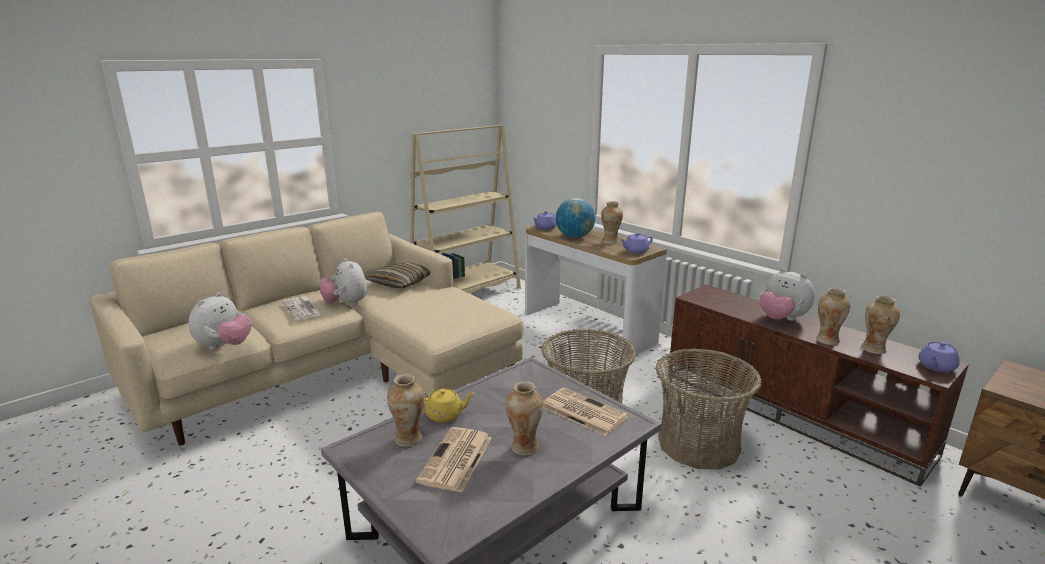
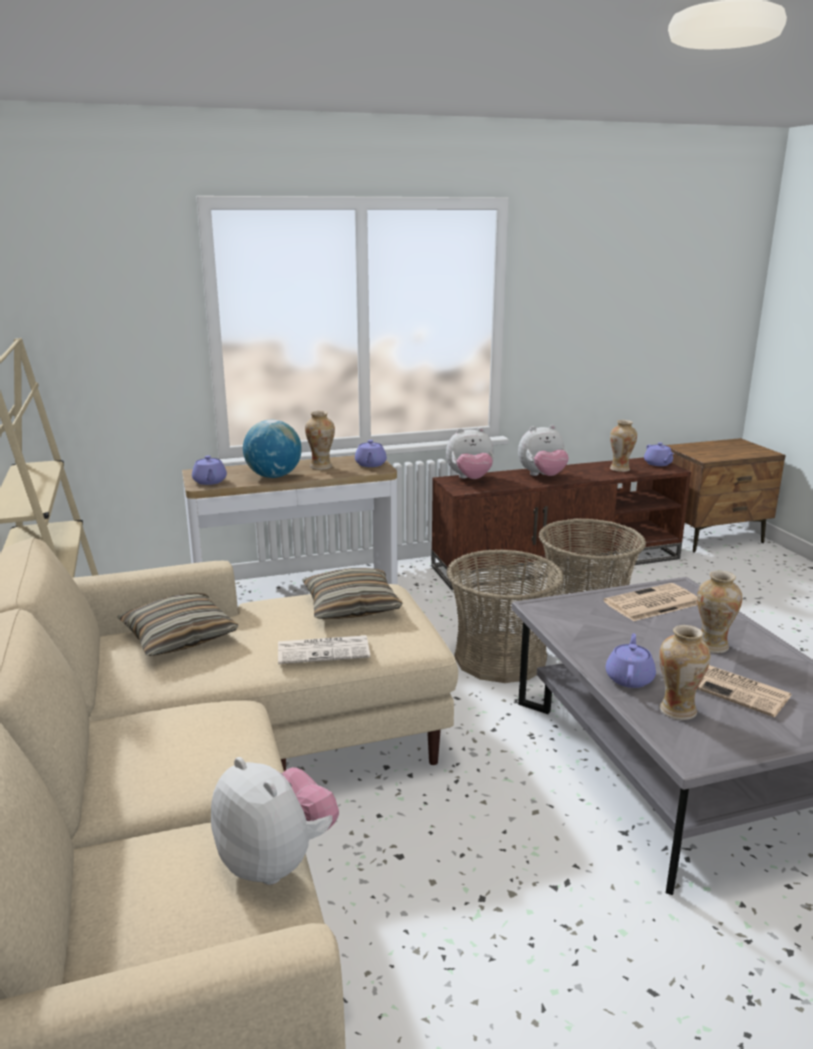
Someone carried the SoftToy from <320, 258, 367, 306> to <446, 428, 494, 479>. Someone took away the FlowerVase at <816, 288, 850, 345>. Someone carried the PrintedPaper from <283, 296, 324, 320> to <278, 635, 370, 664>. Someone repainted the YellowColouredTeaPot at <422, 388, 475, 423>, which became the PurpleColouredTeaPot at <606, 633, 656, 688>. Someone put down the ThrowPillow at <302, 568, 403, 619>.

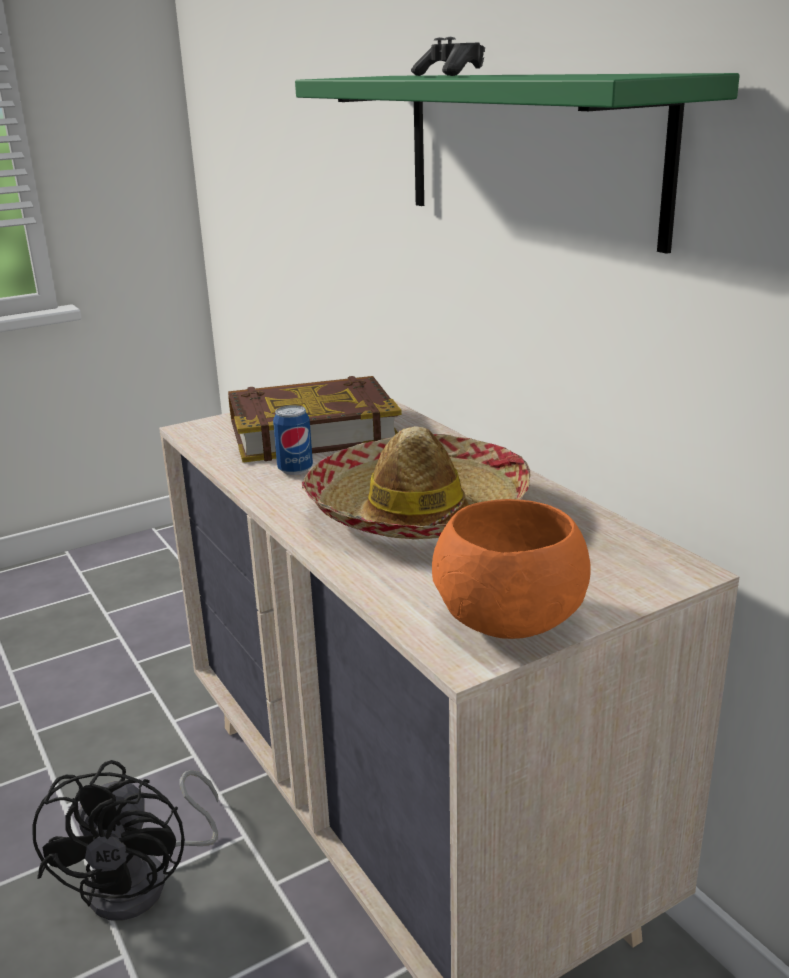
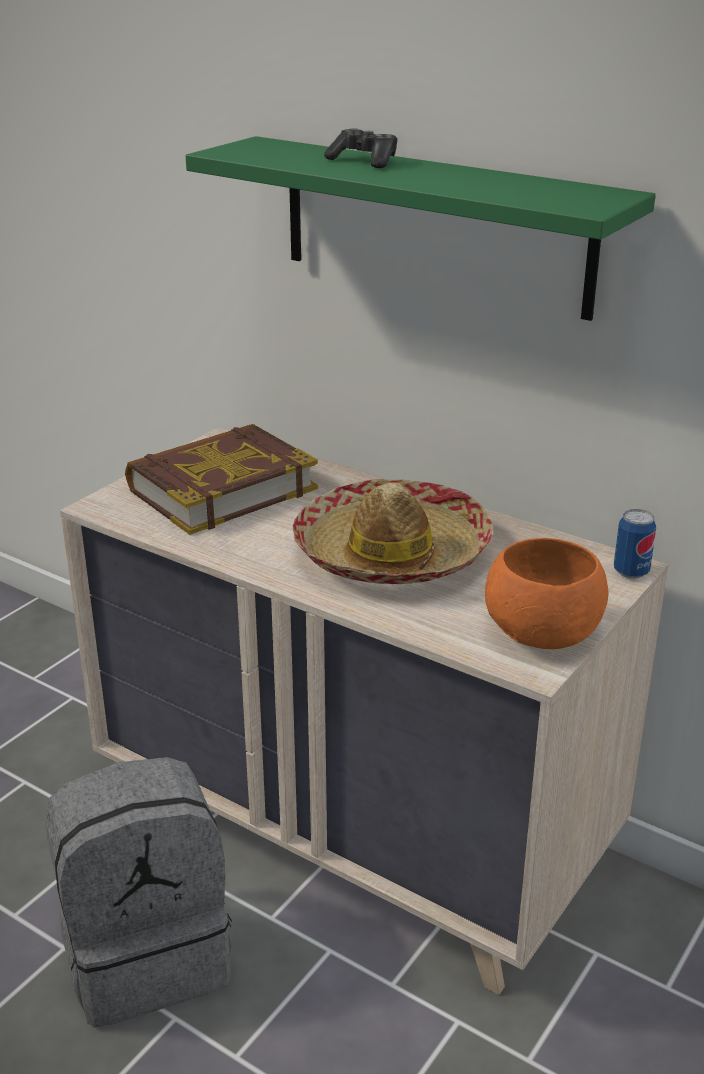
Someone carried the MetalCan from <273, 405, 313, 475> to <614, 509, 656, 579>. Someone swapped the BlackColouredCoolingFan at <32, 760, 218, 920> for the GreyBackpack at <45, 757, 232, 1028>.

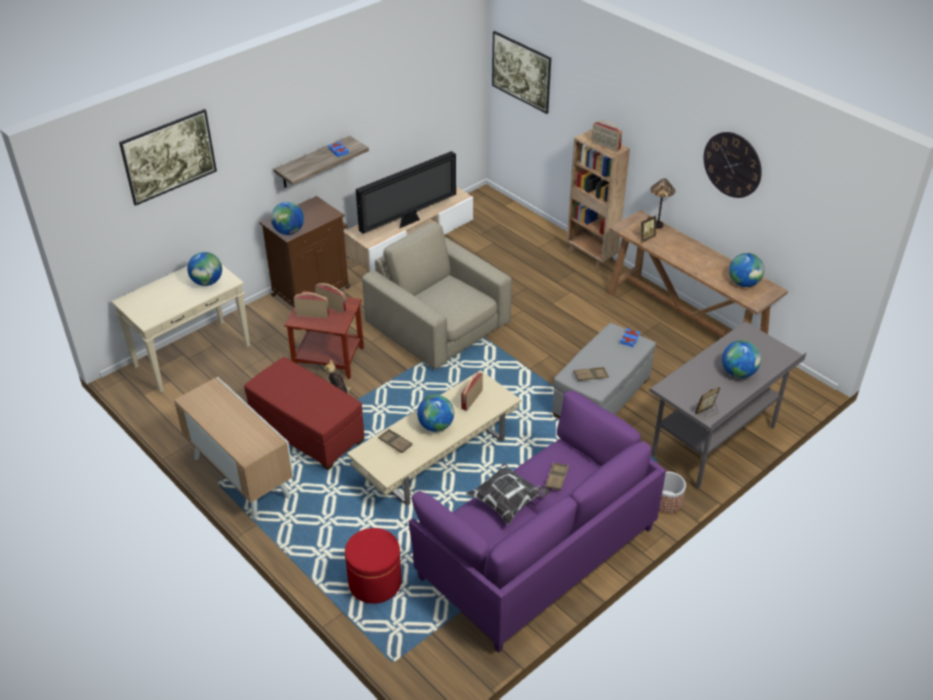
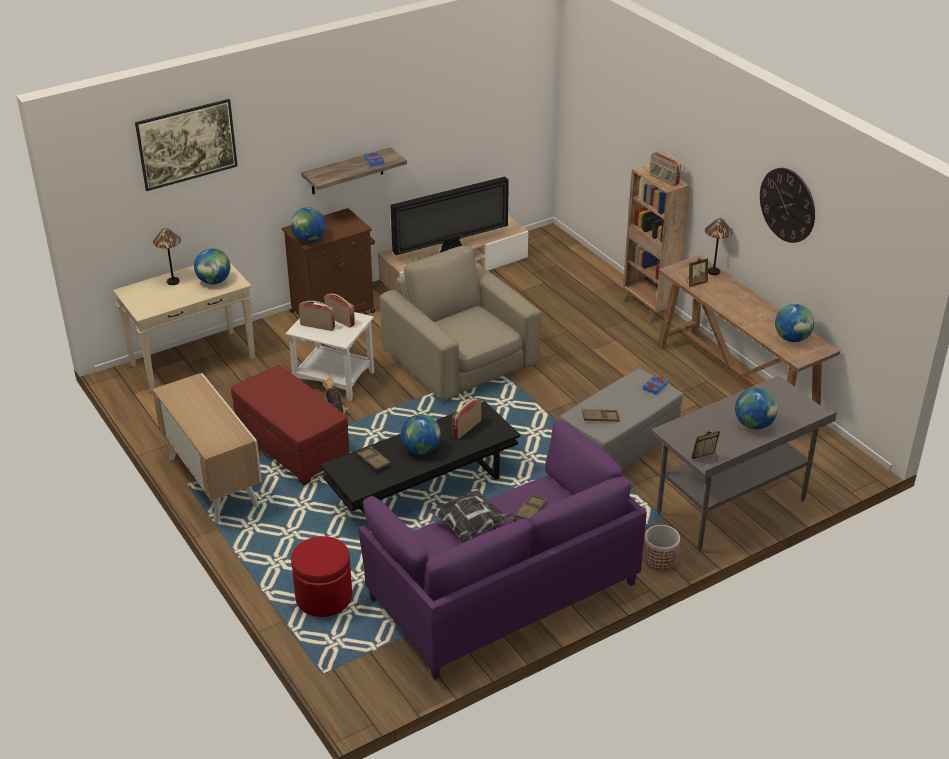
Someone took away the WallArt at <492, 31, 551, 114>. Someone repainted the BrownColouredEndTable at <284, 291, 364, 379>, which became the WhitishEndTable at <286, 302, 374, 401>. Someone repainted the BeigeColouredLoungeTable at <347, 370, 521, 506>, which became the BlackColouredLoungeTable at <321, 401, 520, 514>. Someone put down the TabletopLamp at <153, 228, 181, 285>.

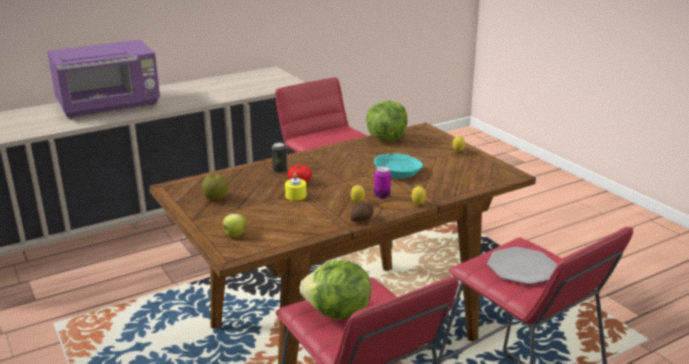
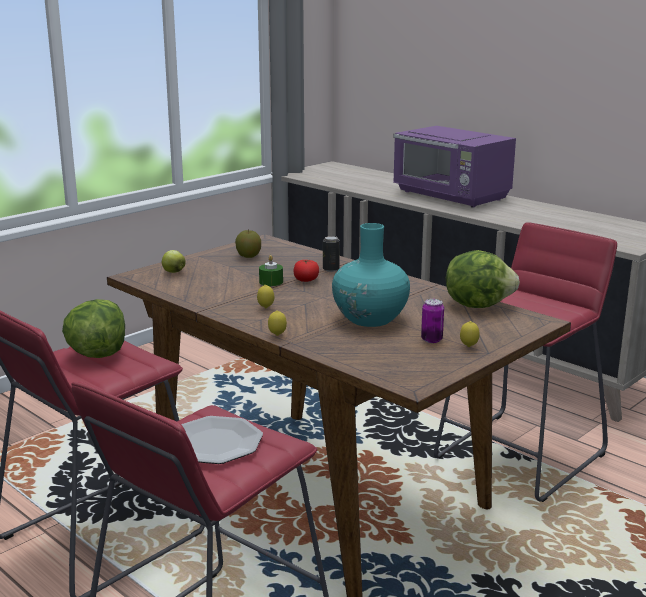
Someone swapped the TurquoiseColouredDeepDish at <374, 153, 423, 178> for the TurquoiseColouredFlowerVase at <332, 223, 410, 327>. Someone carried the MetalCan from <374, 166, 391, 200> to <421, 299, 444, 343>. Someone repainted the YellowColouredCandle at <285, 173, 306, 201>, which became the GreenishCandle at <259, 255, 283, 286>. Someone took away the Potato at <350, 202, 374, 222>.

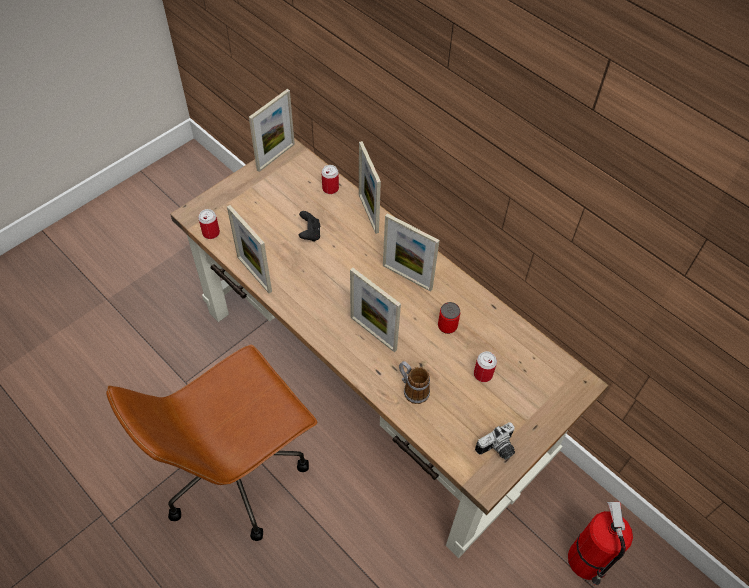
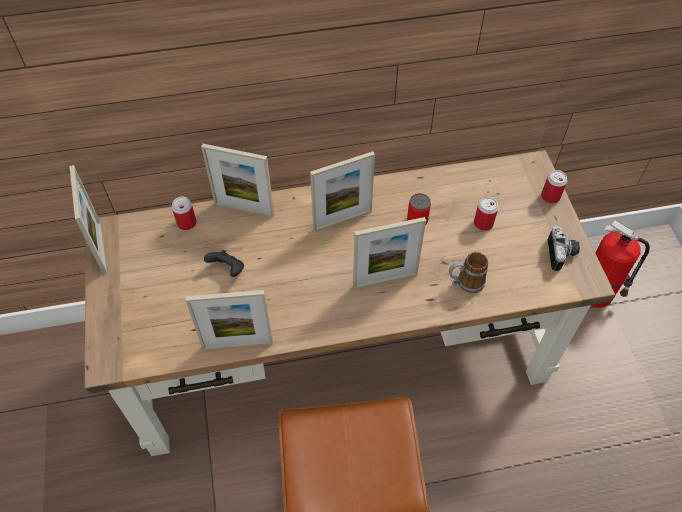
Someone carried the MetalCan from <198, 209, 220, 239> to <541, 170, 567, 204>.

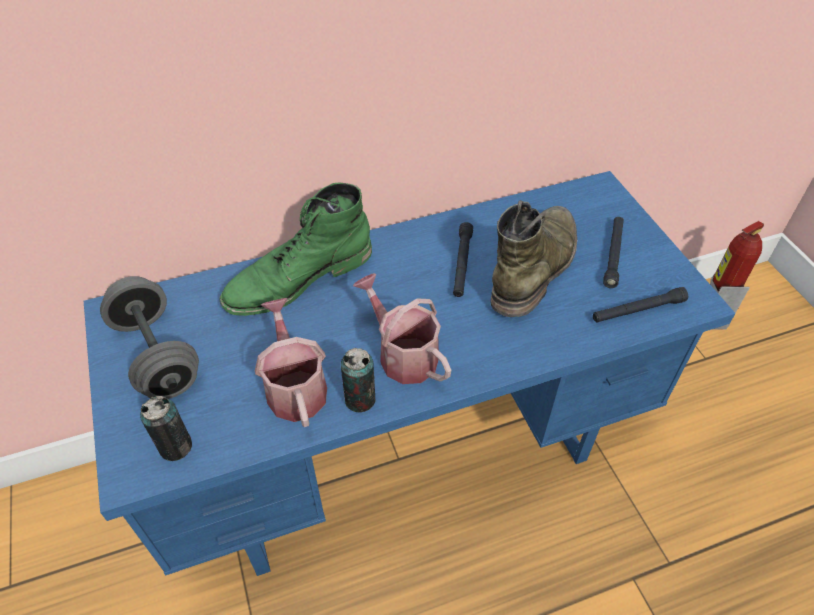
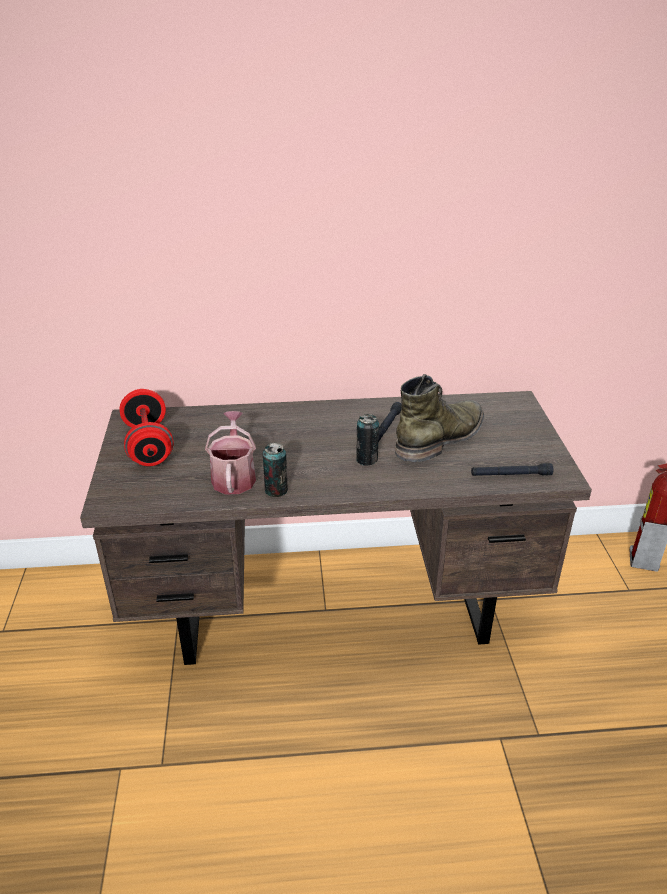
Someone repainted the BlueColouredDesk at <84, 171, 735, 576>, which became the BrownColouredDesk at <80, 391, 592, 665>. Someone took away the GreenishBoot at <219, 183, 372, 316>. Someone took away the BlackColouredFlashlight at <603, 217, 624, 288>. Someone took away the WateringPot at <353, 273, 451, 384>. Someone repainted the GreyFreeWeight at <100, 276, 199, 399>, which became the RedColouredFreeWeight at <119, 389, 173, 466>. Someone carried the MetalCan from <140, 396, 192, 461> to <356, 414, 379, 466>.

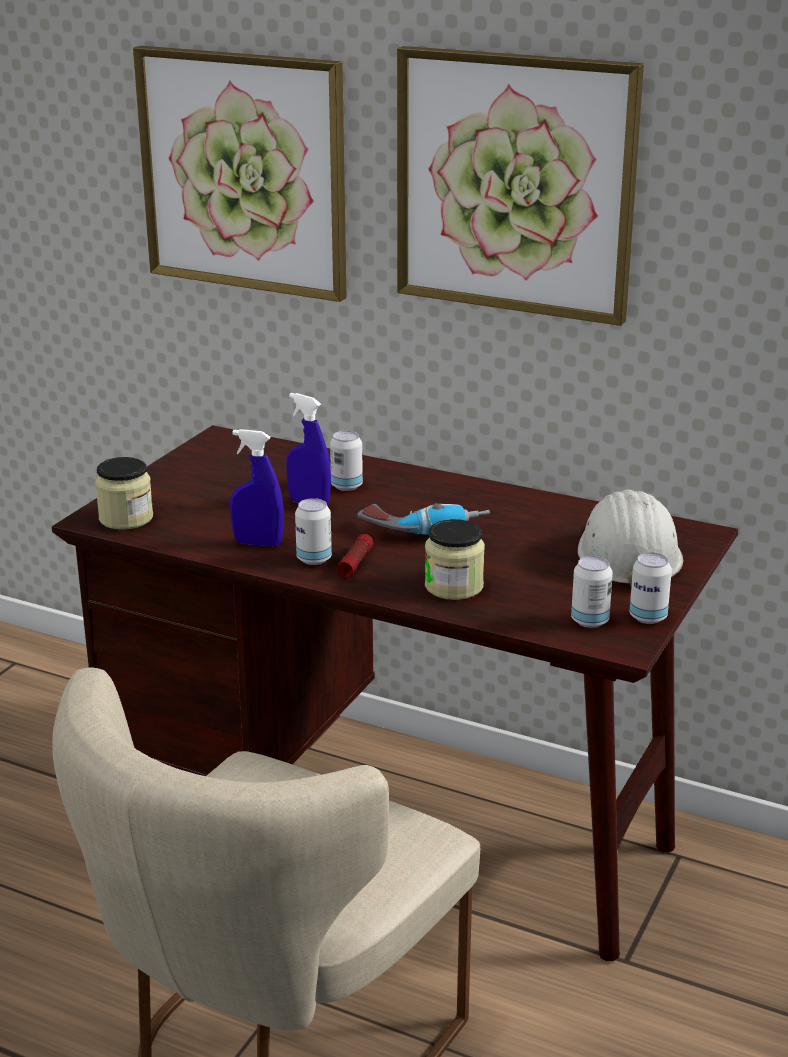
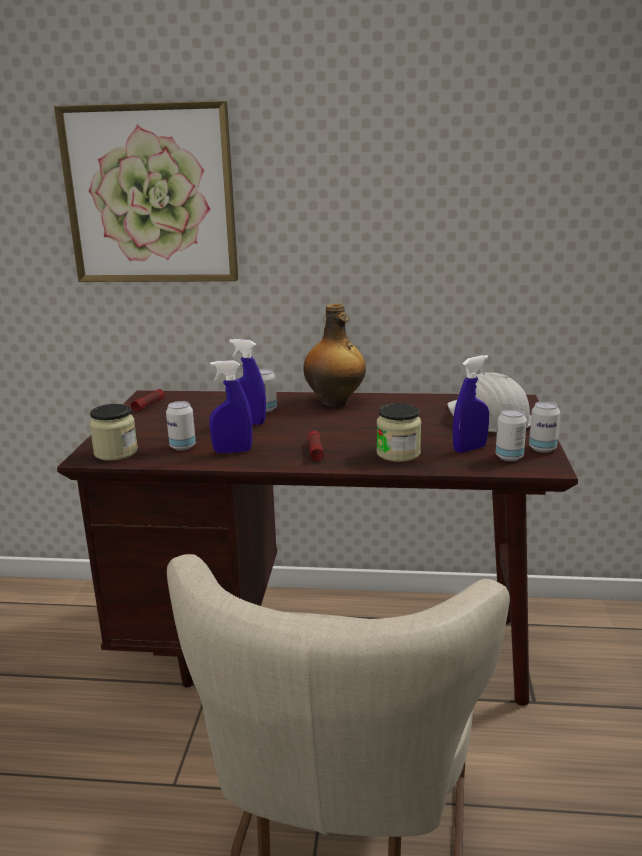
Someone took away the WallArt at <397, 46, 644, 326>. Someone carried the MetalCan from <295, 498, 332, 565> to <166, 401, 196, 451>. Someone took away the ElectricDrill at <357, 503, 490, 535>. Someone put down the DrinkBottle at <303, 304, 366, 407>. Someone put down the BlueColouredSprayer at <453, 355, 489, 453>. Someone put down the Flashlight at <131, 389, 165, 412>.

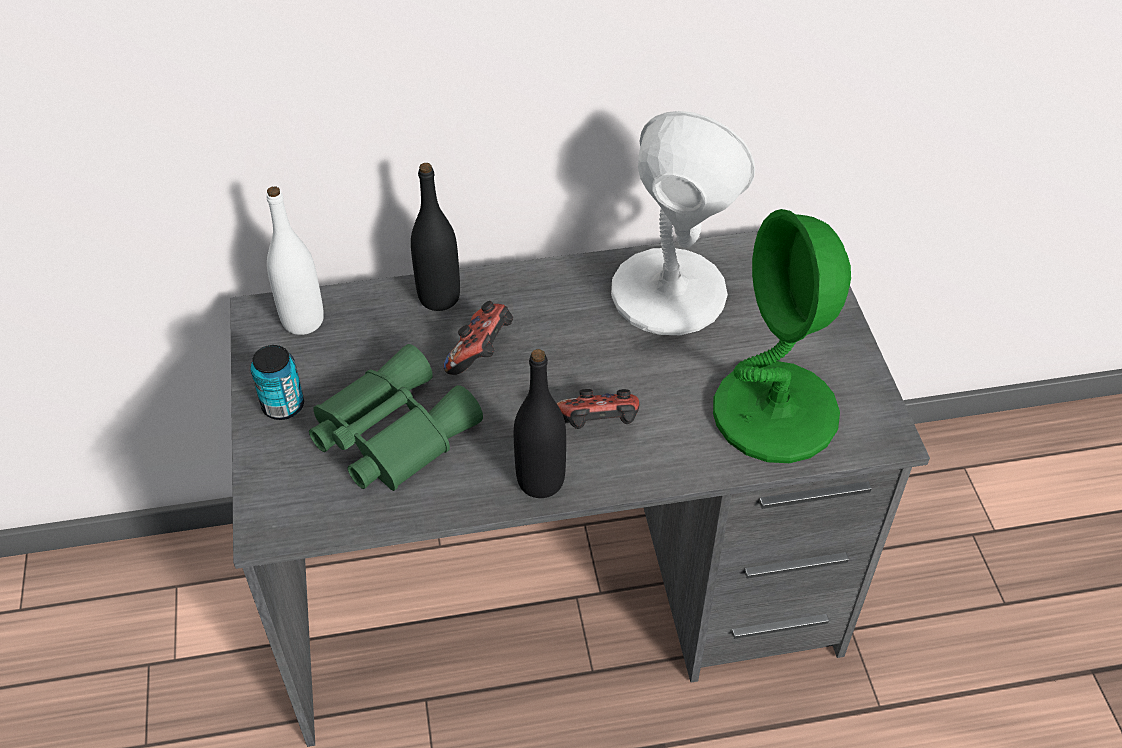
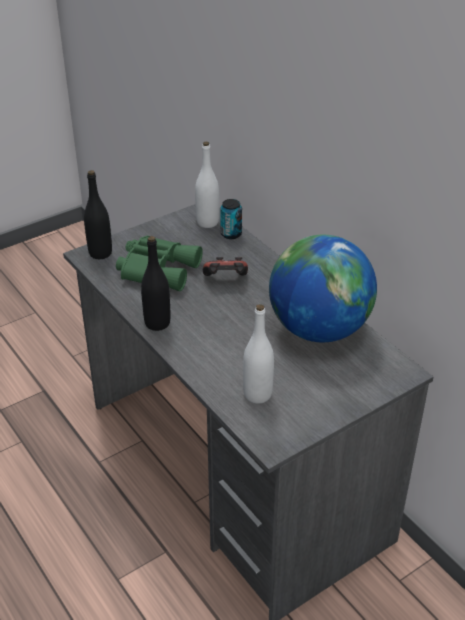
Someone swapped the WhitishTabletopLamp at <611, 111, 755, 335> for the Globe at <269, 235, 377, 343>. Someone carried the BlackColouredDrinkBottle from <411, 163, 460, 311> to <84, 170, 112, 259>. Someone swapped the GreenishTabletopLamp at <713, 209, 851, 463> for the WhitishDrinkBottle at <243, 304, 274, 404>. Someone carried the MetalCan from <250, 345, 304, 420> to <220, 199, 242, 239>. Someone took away the Gamepad at <557, 389, 639, 429>.

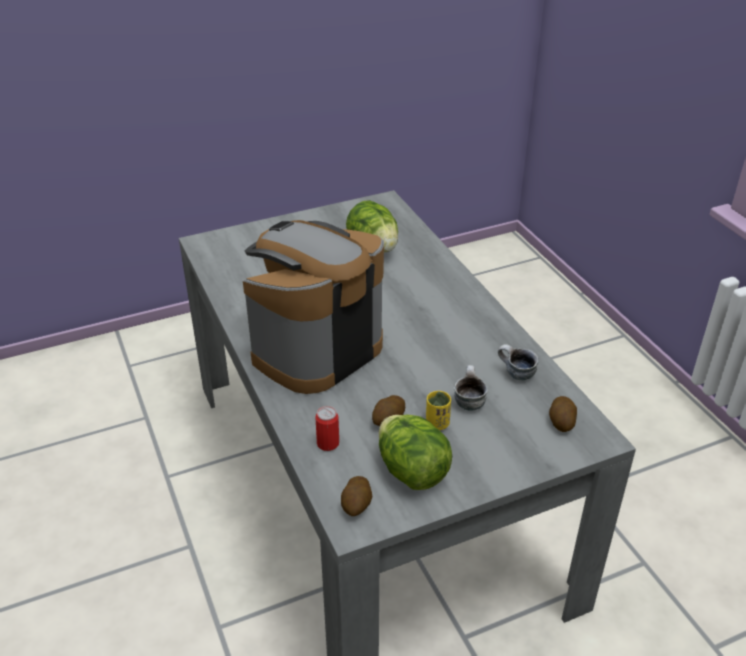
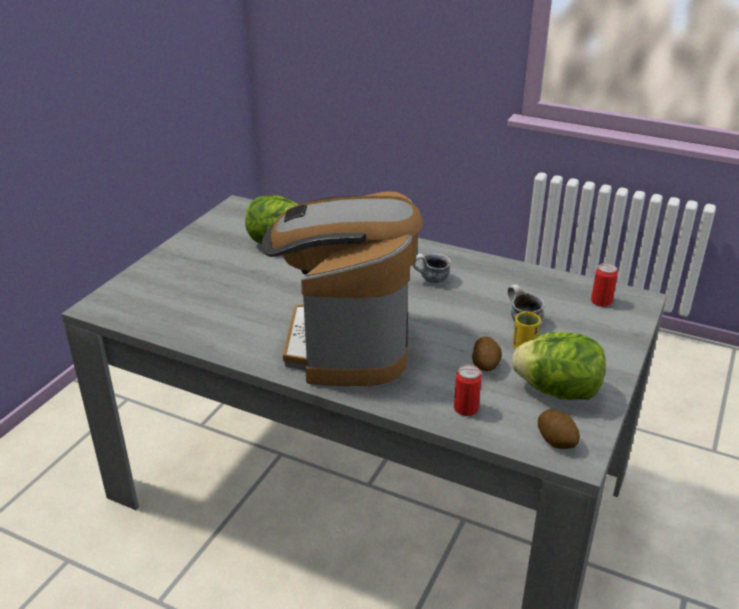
Someone carried the TeaMug from <498, 344, 539, 380> to <412, 253, 451, 283>. Someone swapped the Potato at <549, 396, 577, 432> for the MetalCan at <591, 263, 618, 307>.

